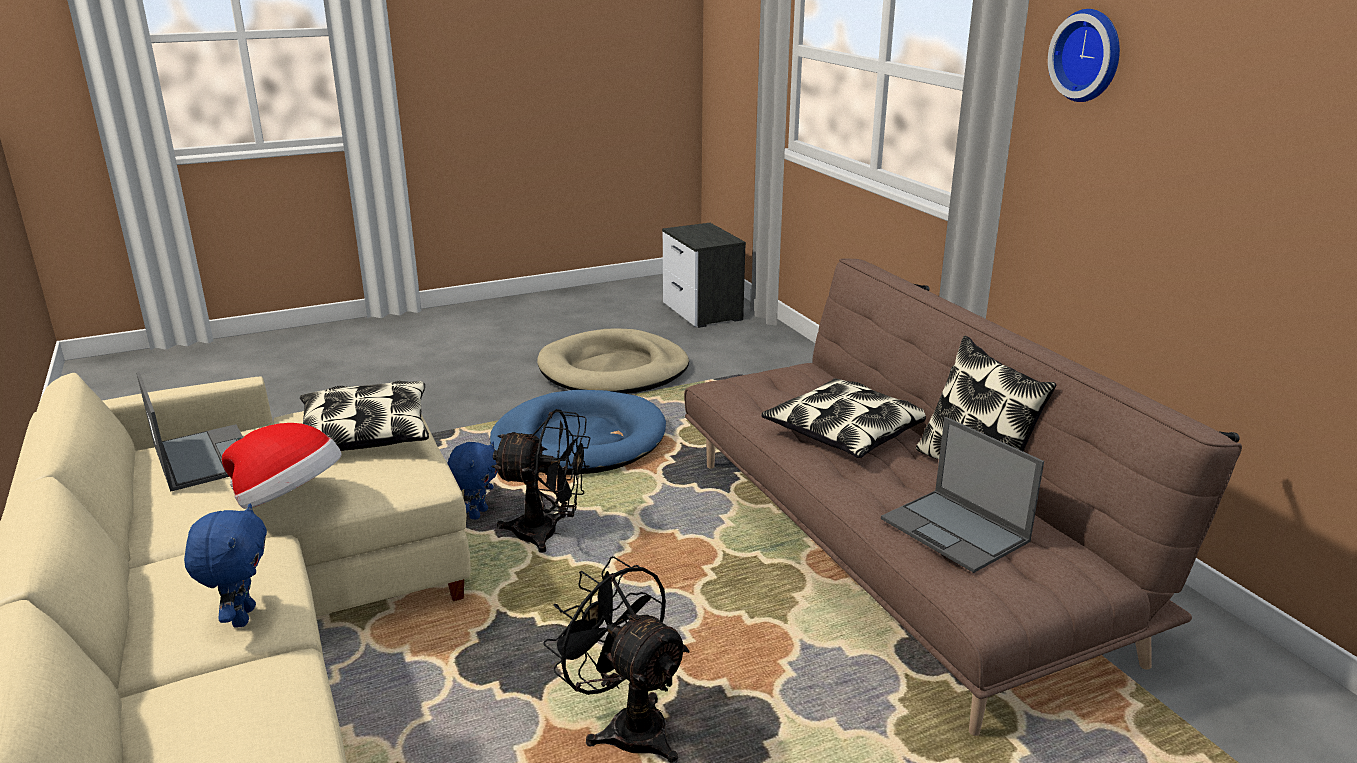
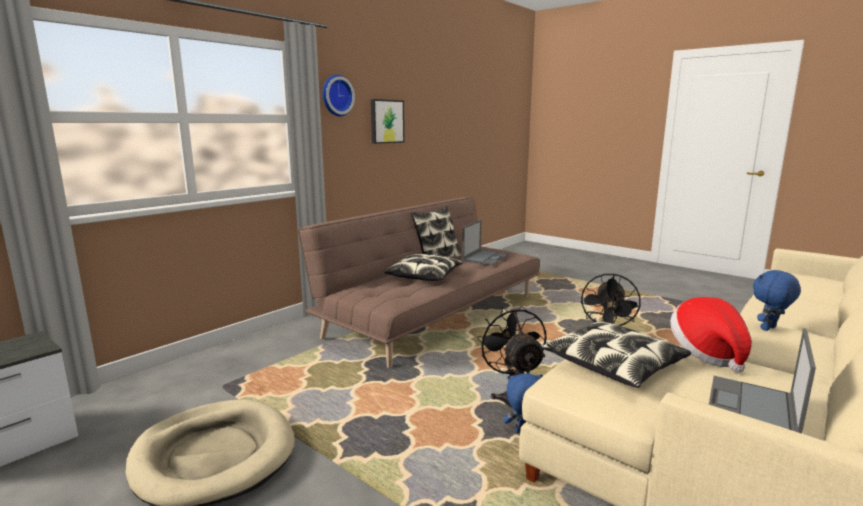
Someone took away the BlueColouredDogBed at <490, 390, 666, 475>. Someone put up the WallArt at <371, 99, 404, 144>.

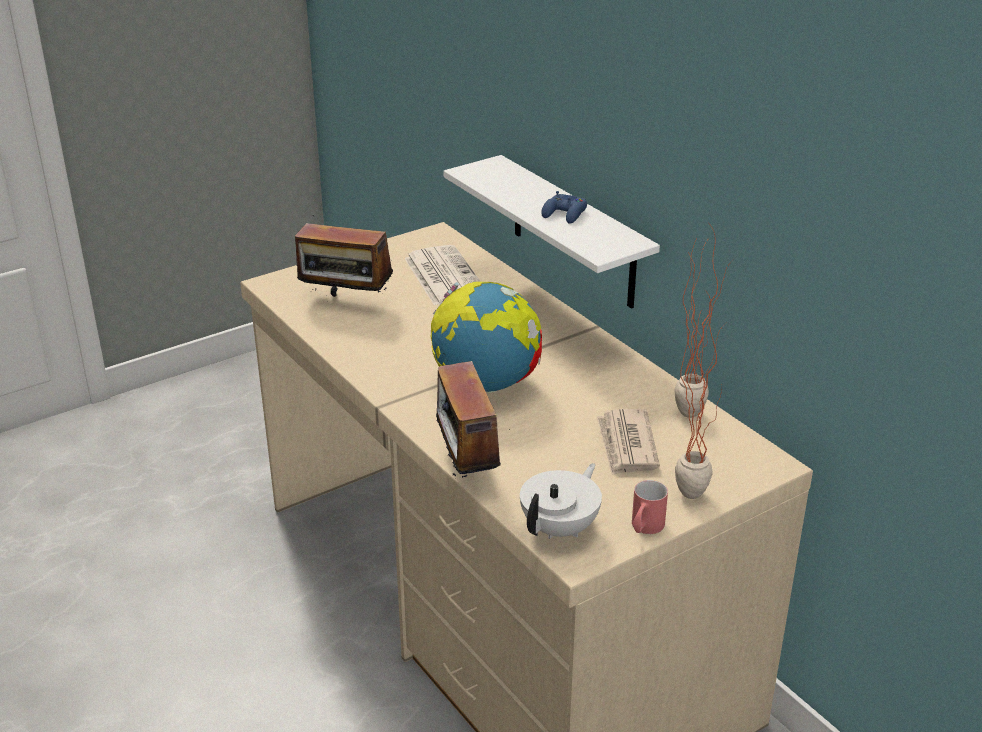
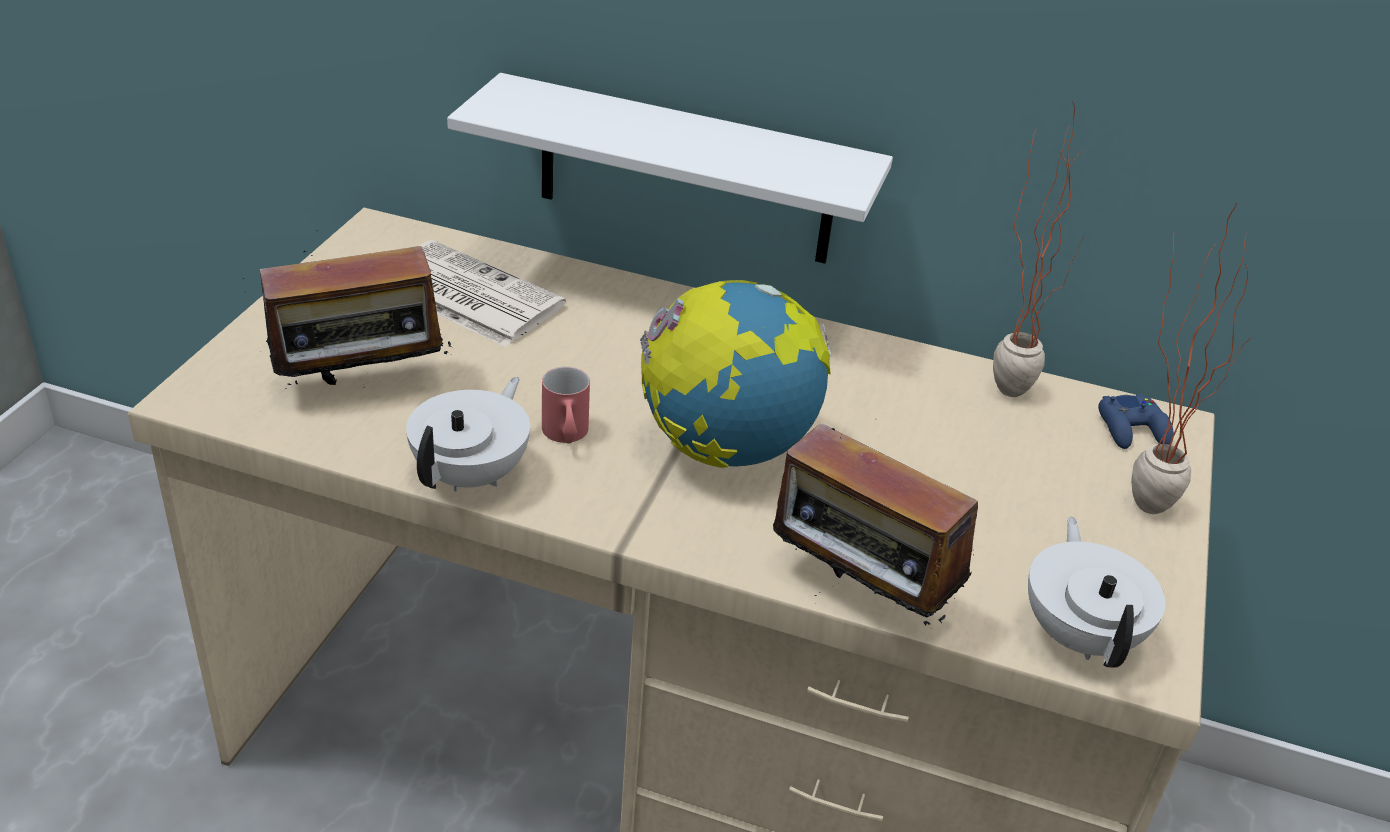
Someone carried the BlueColouredGamepad from <541, 191, 587, 224> to <1098, 394, 1174, 449>. Someone took away the PrintedPaper at <597, 409, 660, 475>. Someone carried the RedColouredTeaMug from <632, 480, 668, 534> to <542, 367, 590, 444>. Someone put down the WhitishTeaPot at <406, 377, 530, 492>.

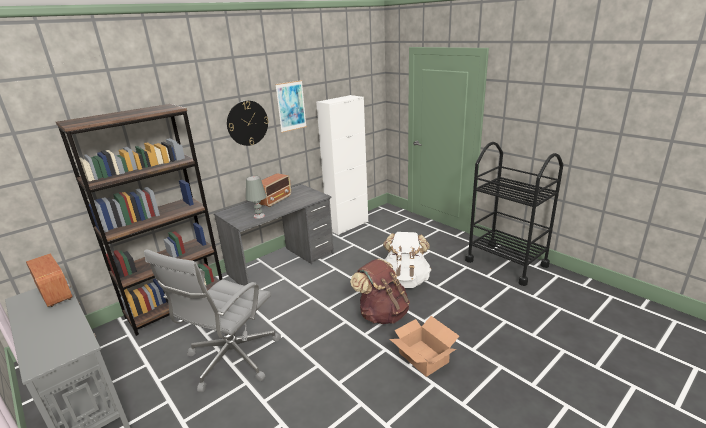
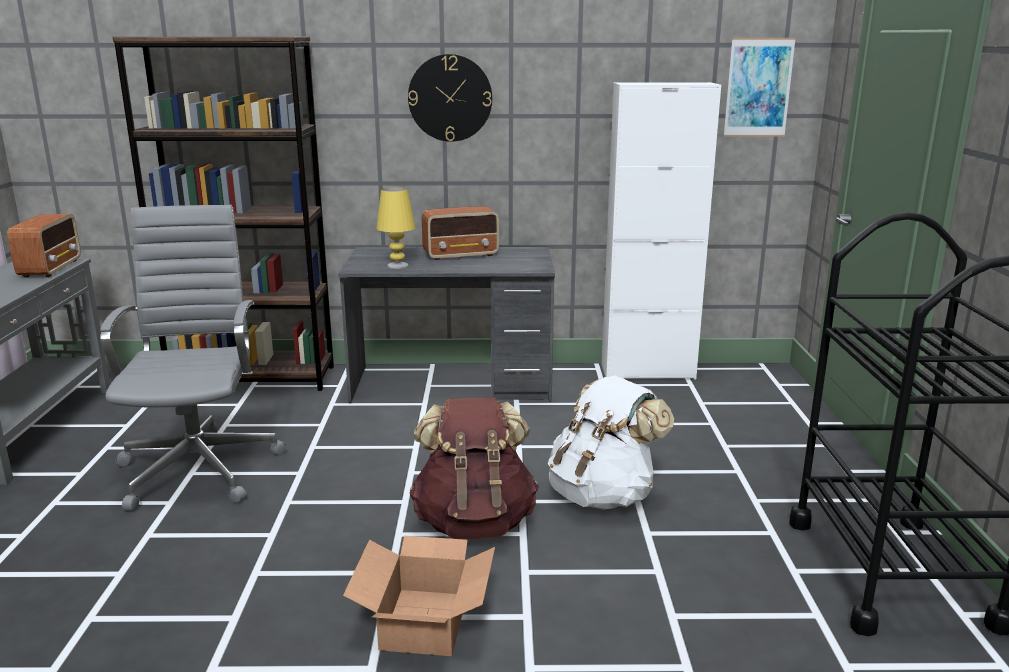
Someone carried the WallArt from <275, 80, 307, 133> to <723, 38, 796, 137>. Someone repainted the GreyTabletopLamp at <246, 176, 267, 219>, which became the YellowColouredTabletopLamp at <376, 187, 416, 269>. Someone rotated the GreyOfficeChair at <144, 249, 281, 392> by 105 degrees clockwise.

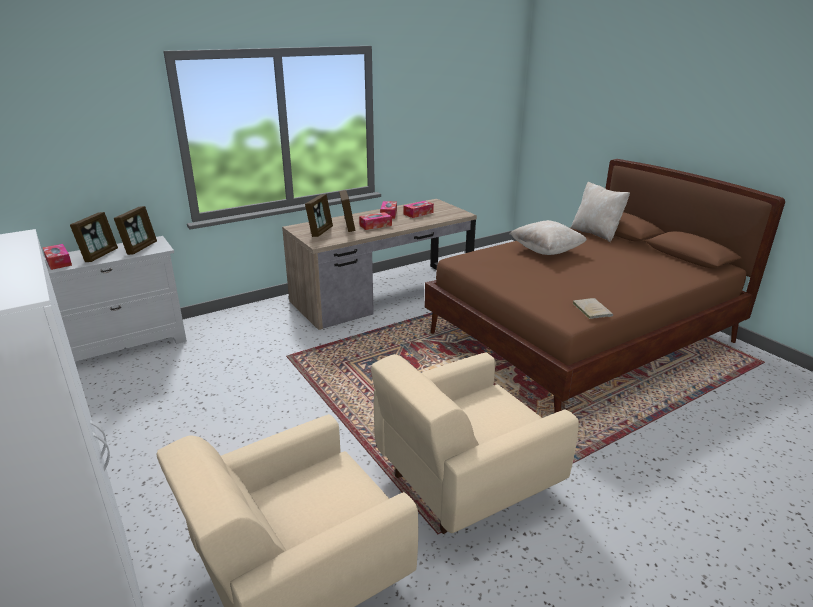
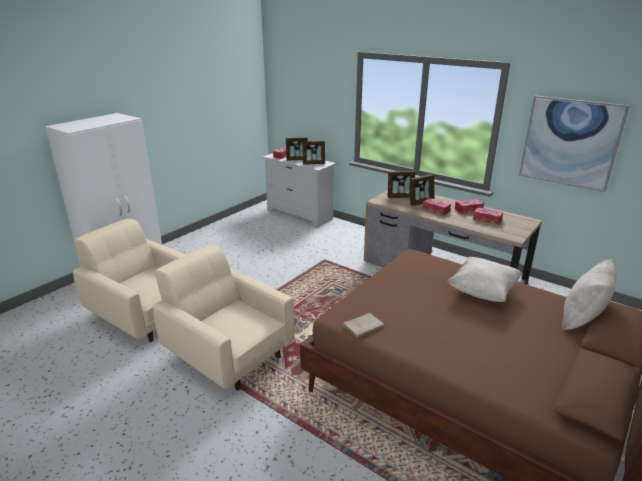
Someone put up the WallArt at <519, 96, 630, 192>.

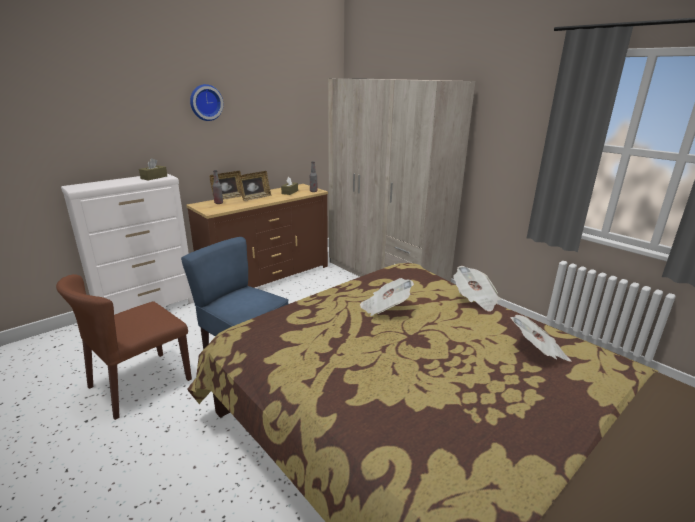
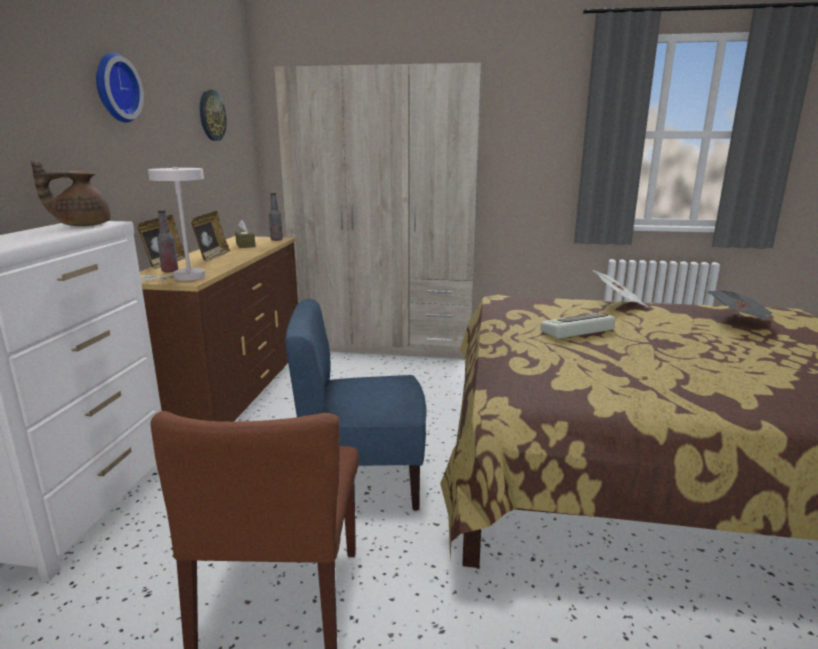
Someone swapped the BrownColouredTissueHolder at <139, 158, 167, 181> for the BrownColouredTeaPot at <31, 160, 111, 226>. Someone swapped the PrintedPaper at <360, 278, 414, 316> for the PcKeyboard at <540, 313, 615, 339>. Someone put up the WallClock at <200, 90, 227, 141>. Someone put down the WhitishTabletopLamp at <140, 167, 205, 281>.

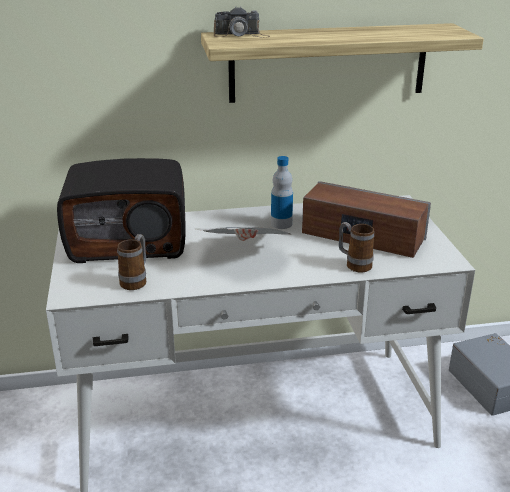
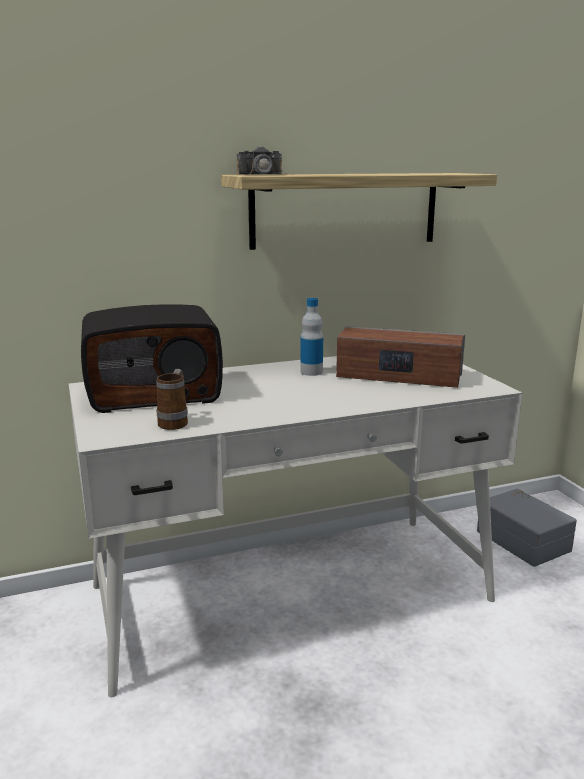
Someone took away the TeaMug at <339, 222, 374, 273>. Someone took away the PrintedPaper at <194, 227, 291, 241>.

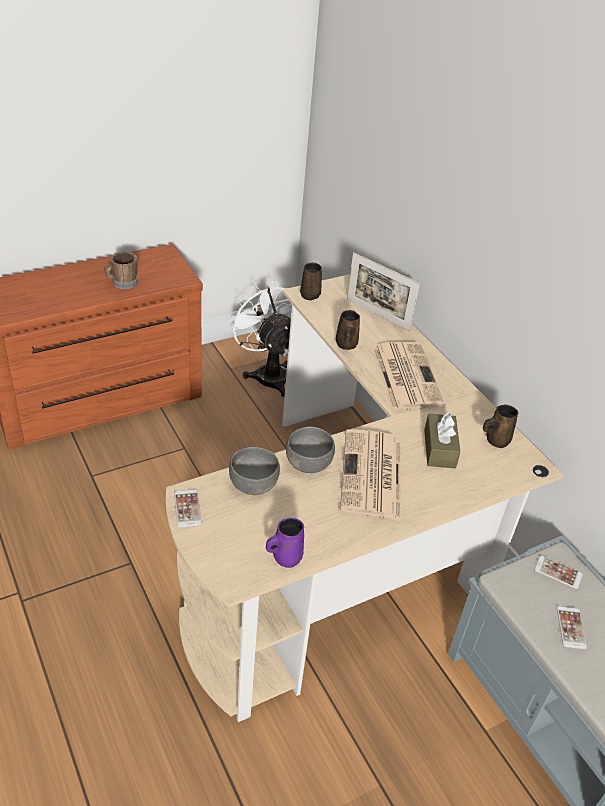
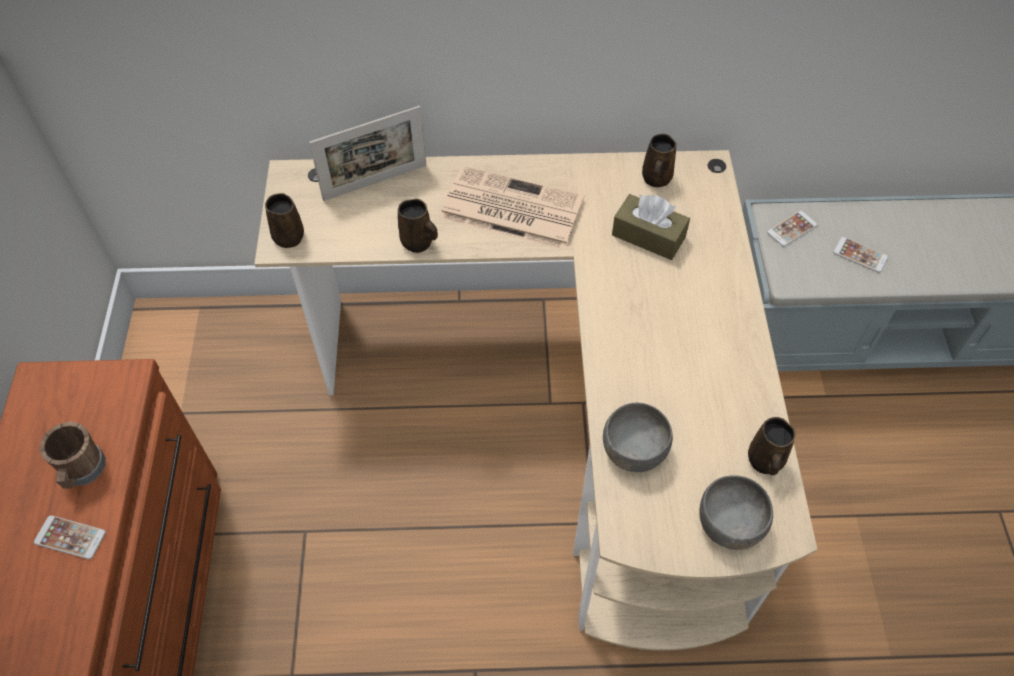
Someone took away the WhitishCoolingFan at <227, 279, 292, 397>. Someone carried the GreyDeepDish from <286, 426, 335, 473> to <699, 475, 773, 550>. Someone took away the PrintedPaper at <340, 429, 401, 520>. Someone carried the Phone from <174, 489, 202, 528> to <34, 515, 106, 560>. Someone repainted the PurpleColouredTeaMug at <266, 518, 304, 568>, which became the BrownColouredTeaMug at <748, 417, 796, 475>.

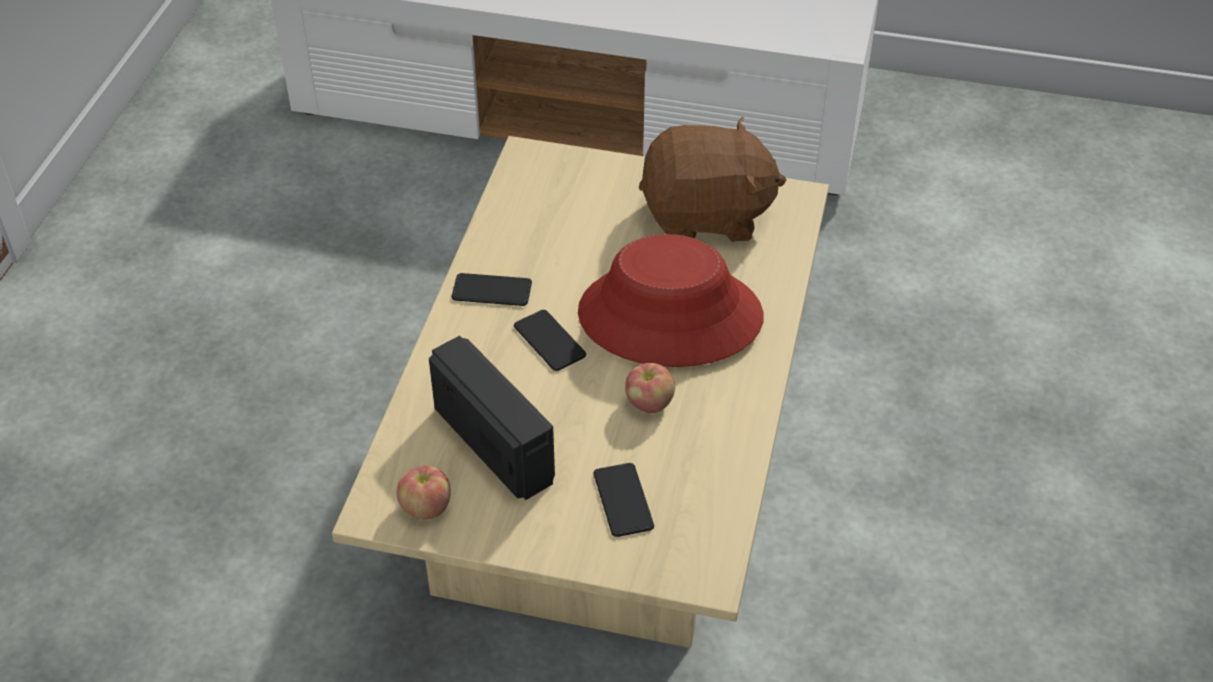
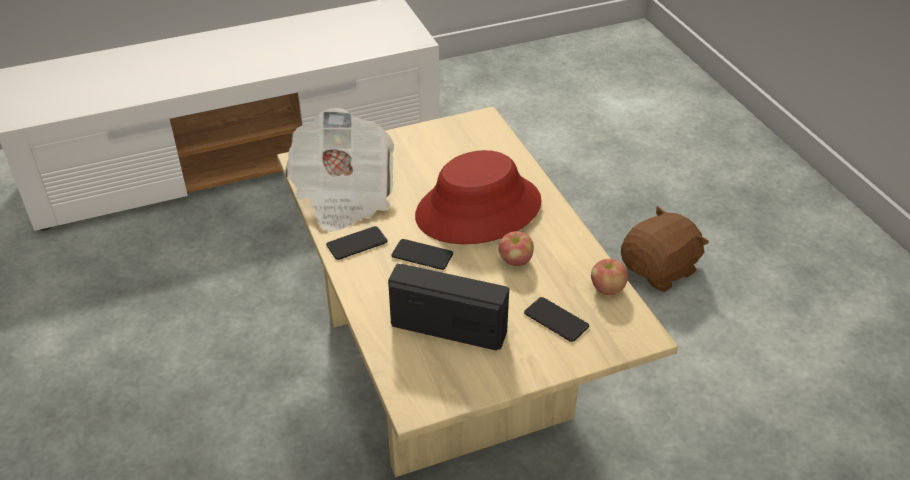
Someone carried the BrownColouredSoftToy from <639, 117, 786, 242> to <621, 206, 709, 292>. Someone carried the WholeApple from <397, 466, 451, 519> to <591, 259, 628, 295>. Someone put down the PrintedPaper at <285, 108, 394, 232>.

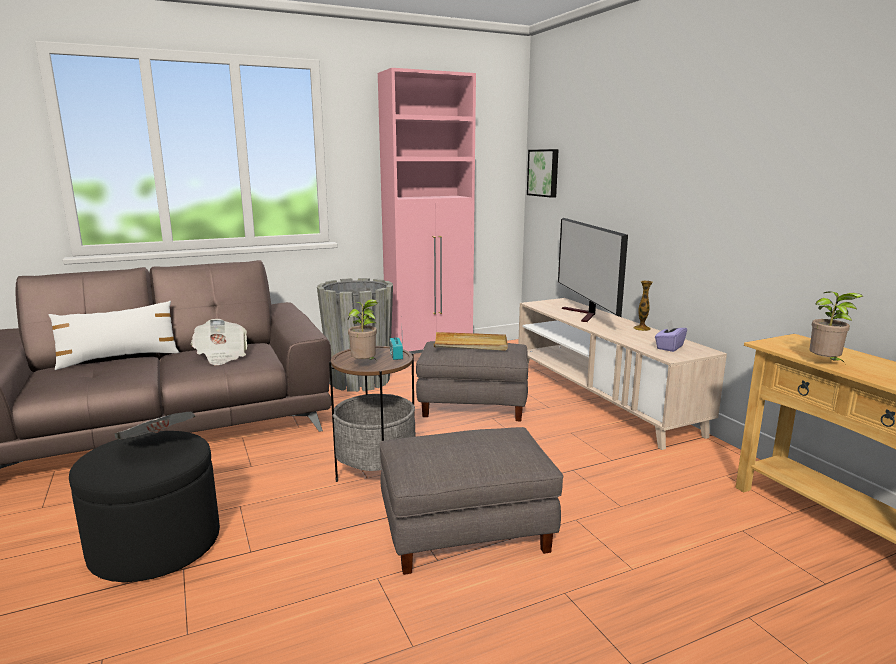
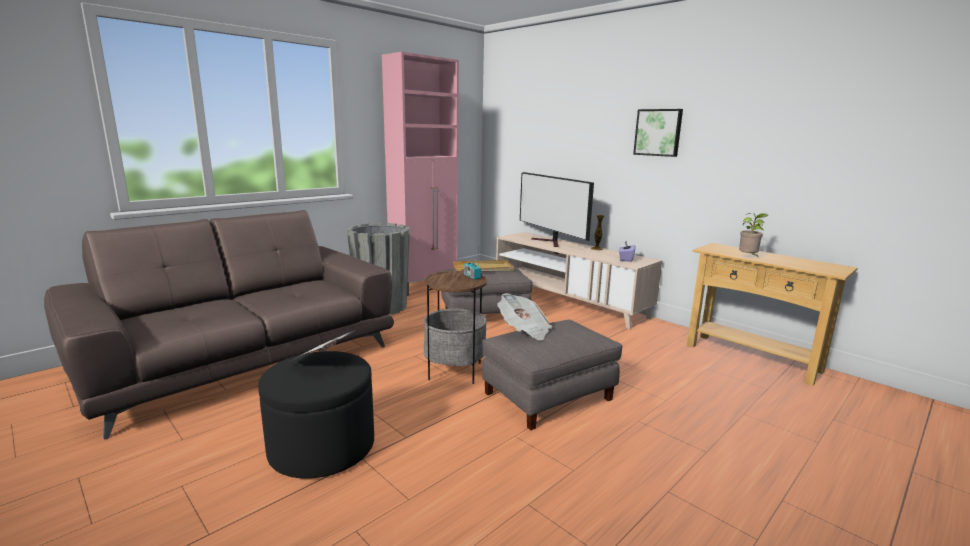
Someone carried the WallArt from <527, 149, 559, 198> to <633, 109, 683, 157>. Someone took away the PottedPlant at <348, 299, 378, 360>. Someone took away the WhitishThrowPillow at <49, 301, 179, 370>. Someone carried the PrintedPaper from <191, 319, 247, 366> to <498, 293, 552, 341>.

